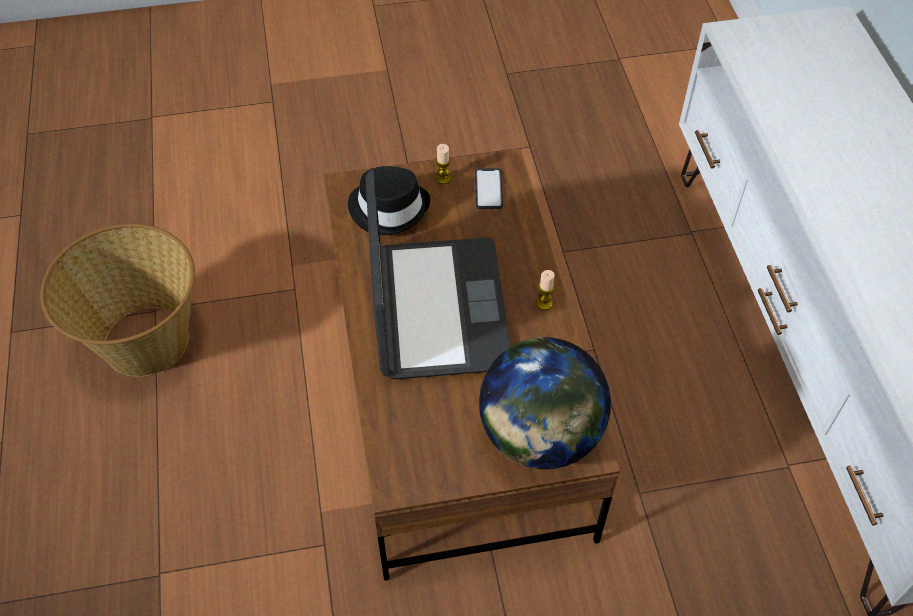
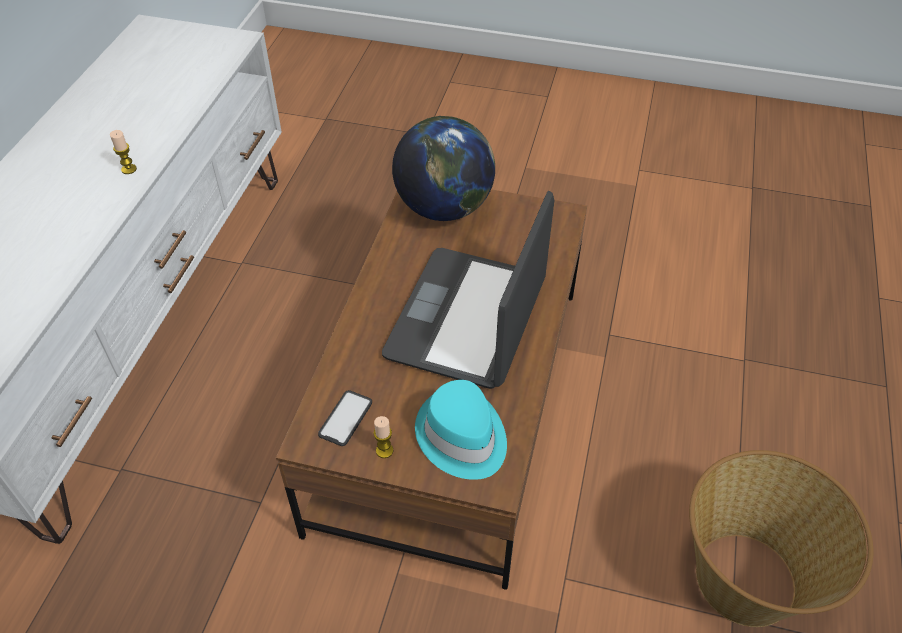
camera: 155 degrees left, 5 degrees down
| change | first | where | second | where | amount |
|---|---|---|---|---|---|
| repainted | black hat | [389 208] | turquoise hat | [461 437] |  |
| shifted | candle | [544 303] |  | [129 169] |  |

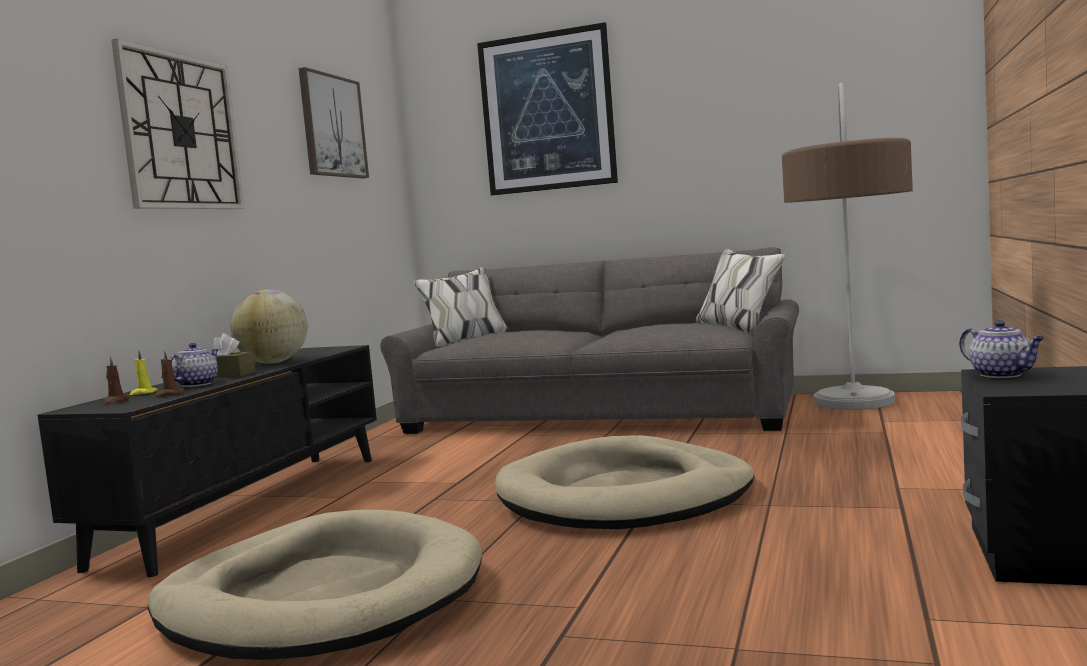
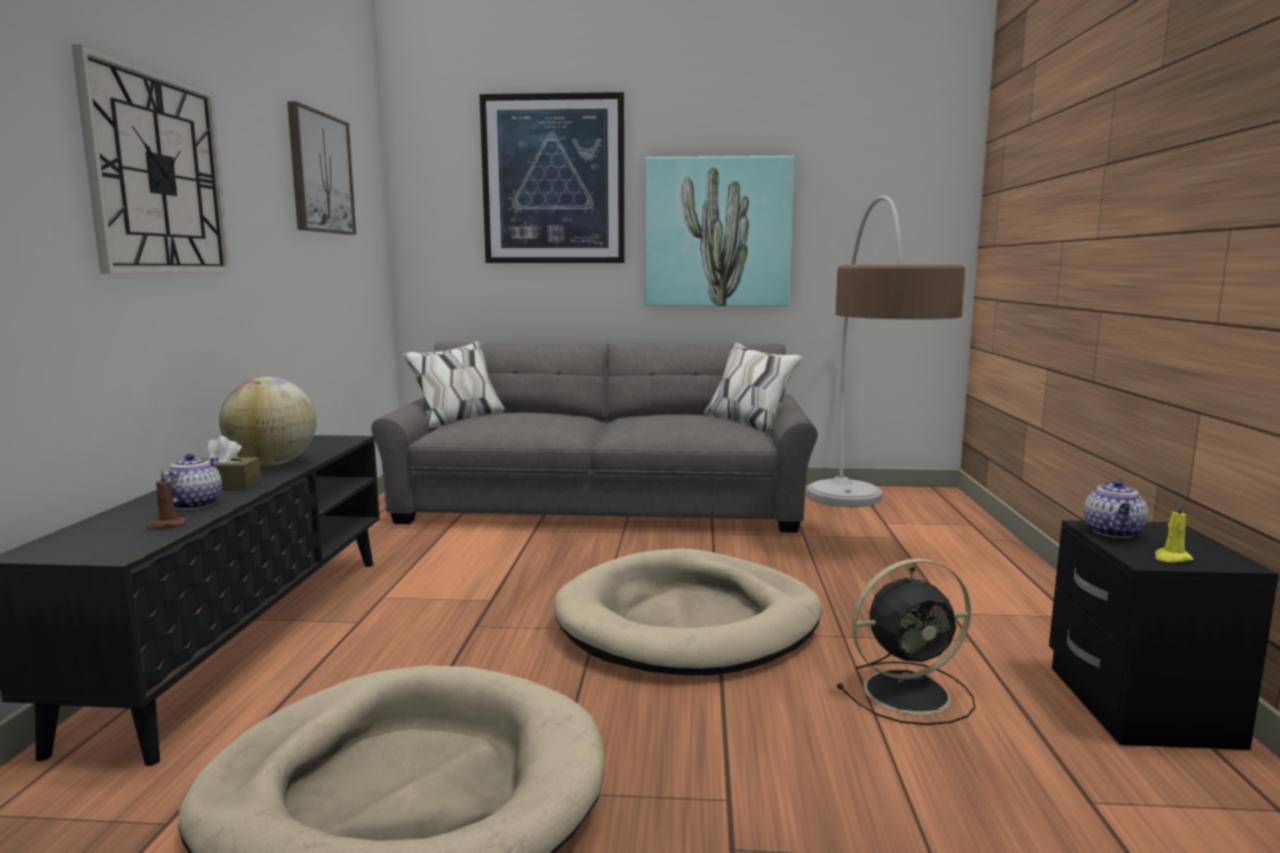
camera: 15 degrees left, 5 degrees up
| change | first | where | second | where | amount |
|---|---|---|---|---|---|
| gone | brown candle | [115 401] |  |  |  |
| shifted | yellow candle | [143 393] |  | [1171 558] |  |
| rotated | teapot | [1002 375] |  | [1114 532] | 60 degrees clockwise |
| new |  |  | picture | [717 233] |  |
| new |  |  | black fan | [910 692] |  |

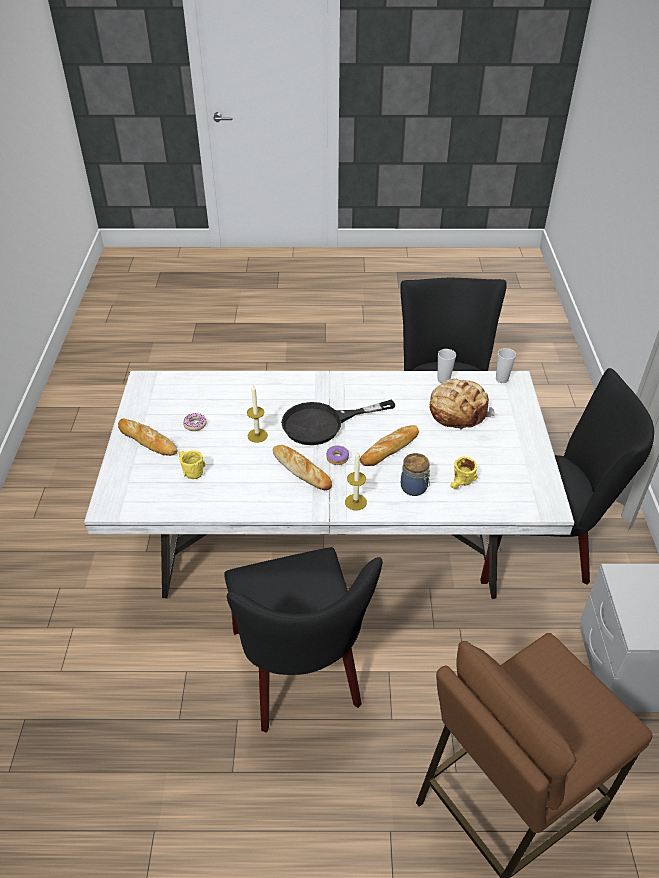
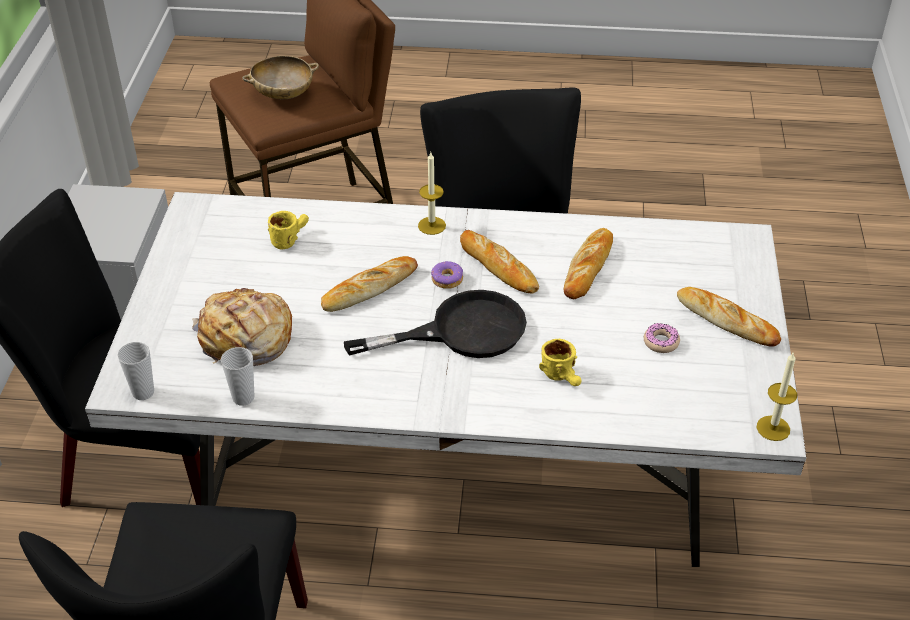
camera: 175 degrees left, 0 degrees up
| change | first | where | second | where | amount |
|---|---|---|---|---|---|
| shifted | yellow mug | [189 470] |  | [564 378] |  |
| shifted | candle | [257 435] |  | [773 428] |  |
| gone | jar | [414 488] |  |  |  |
| new |  |  | beige bowl | [283 94] |  |
| new |  |  | bread | [588 267] |  |

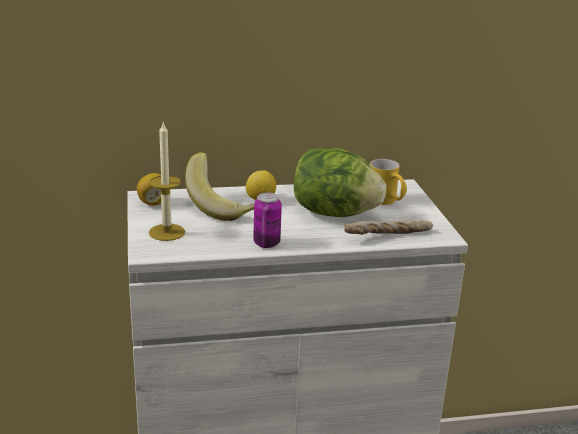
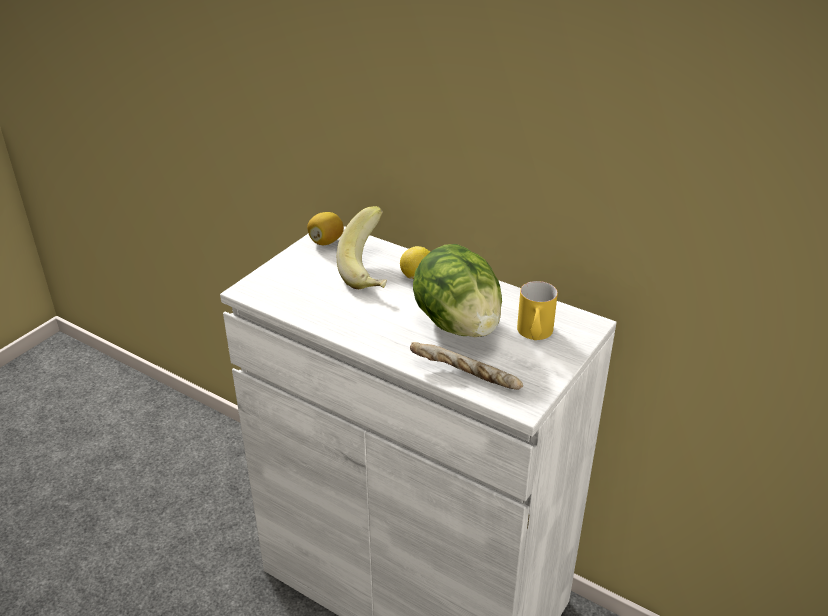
camera: 45 degrees right, 10 degrees up
| change | first | where | second | where | amount |
|---|---|---|---|---|---|
| gone | candle | [167 232] |  |  |  |
| gone | can | [266 243] |  |  |  |

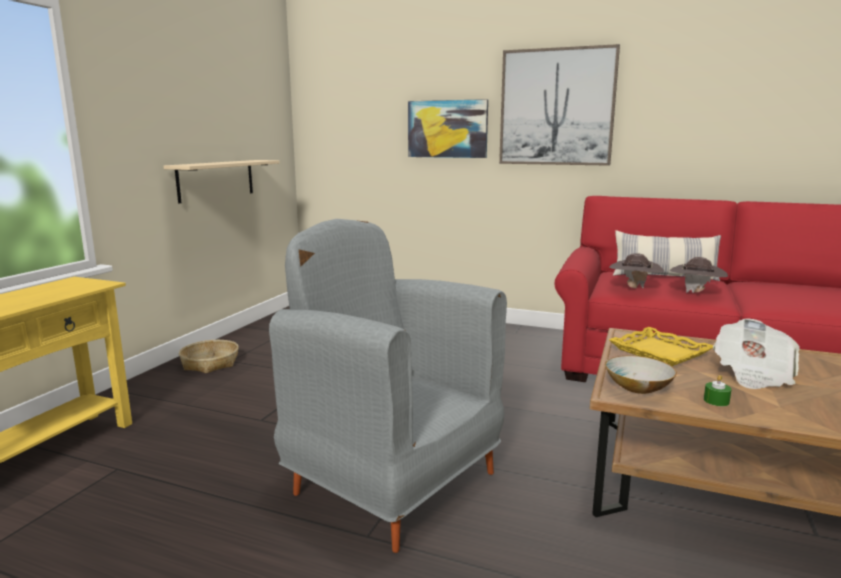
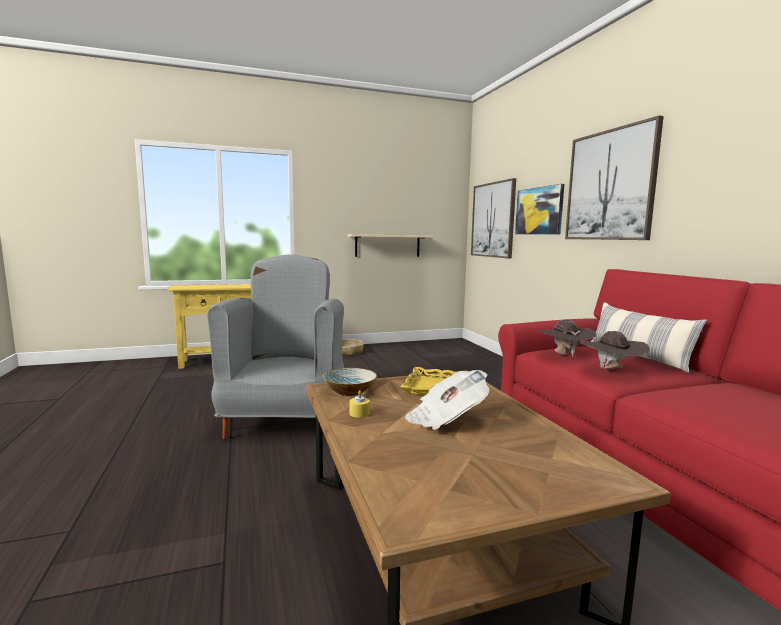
camera: 50 degrees right, 5 degrees down
| change | first | where | second | where | amount |
|---|---|---|---|---|---|
| repainted | green candle | [716 401] | yellow candle | [359 413] |  |
| new |  |  | picture | [493 220] |  |

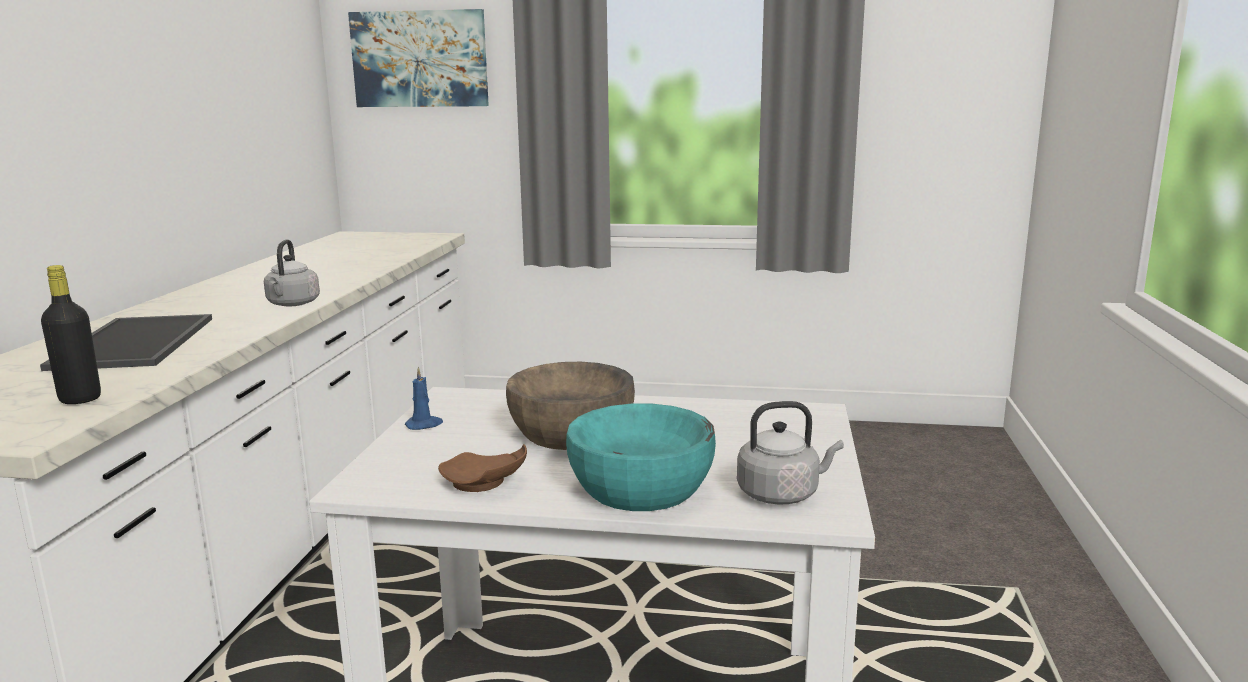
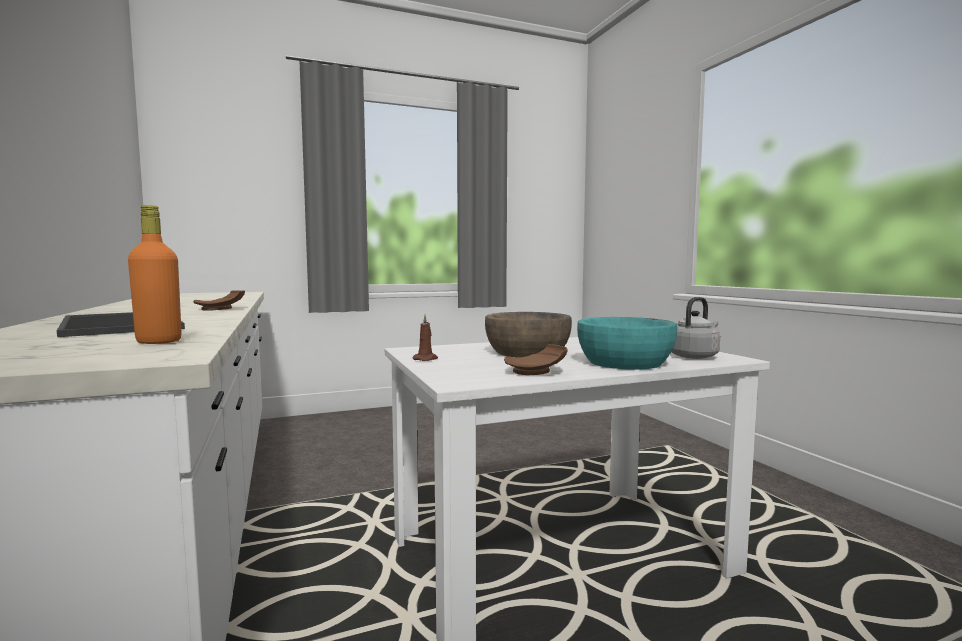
camera: 30 degrees left, 10 degrees down
| change | first | where | second | where | amount |
|---|---|---|---|---|---|
| repainted | black bottle | [80 399] | orange bottle | [159 341] |  |
| swapped | grey kettle | [292 304] | brown plate | [221 309] |  |
| gone | picture | [420 59] |  |  |  |
| repainted | blue candle | [424 425] | brown candle | [426 359] |  |

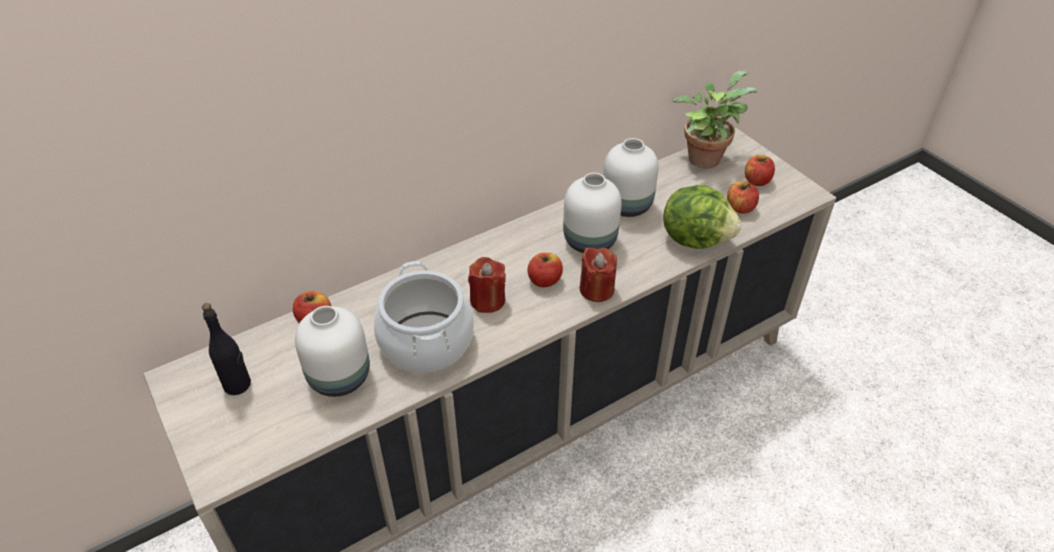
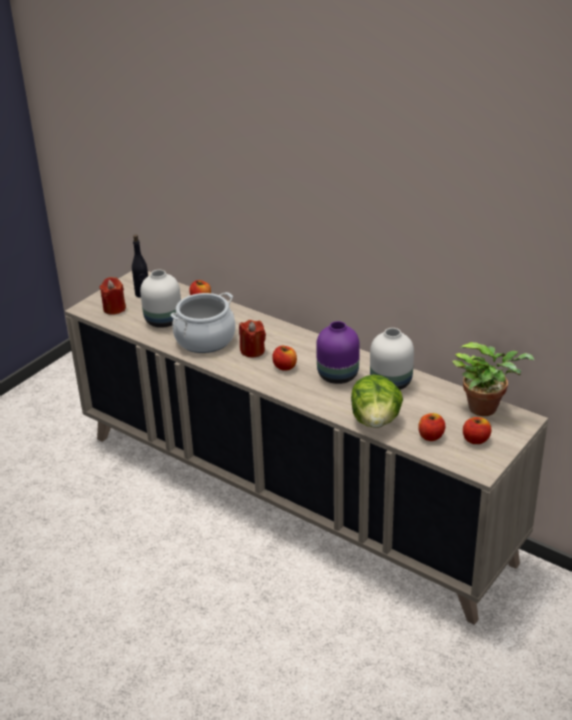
camera: 70 degrees right, 10 degrees down
| change | first | where | second | where | amount |
|---|---|---|---|---|---|
| repainted | white vase | [591 241] | purple vase | [337 376] |  |
| shifted | red candle | [596 289] |  | [114 308] |  |

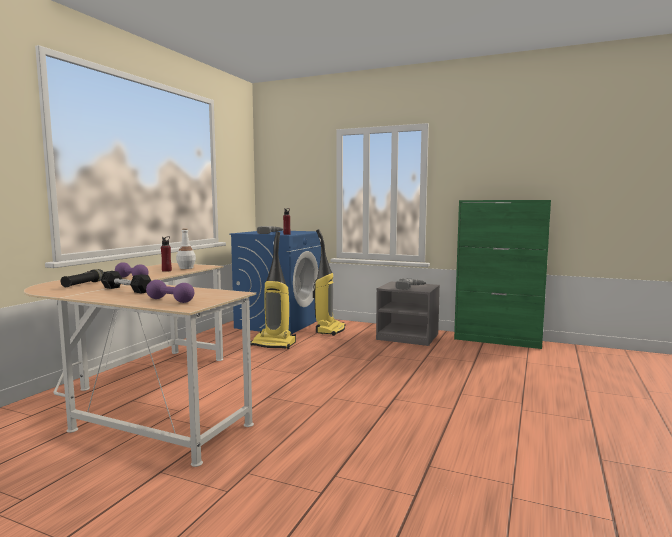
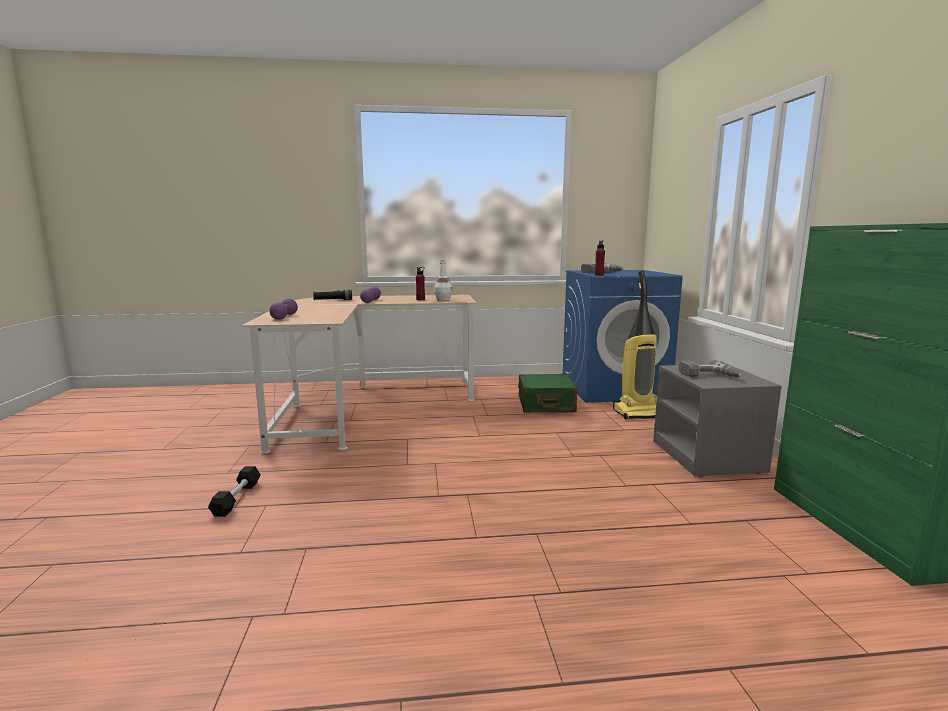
camera: 60 degrees right, 5 degrees up
| change | first | where | second | where | amount |
|---|---|---|---|---|---|
| shifted | black dumbbell | [126 290] |  | [237 498] |  |
| swapped | vacuum cleaner | [274 344] | green suitcase | [545 405] |  |

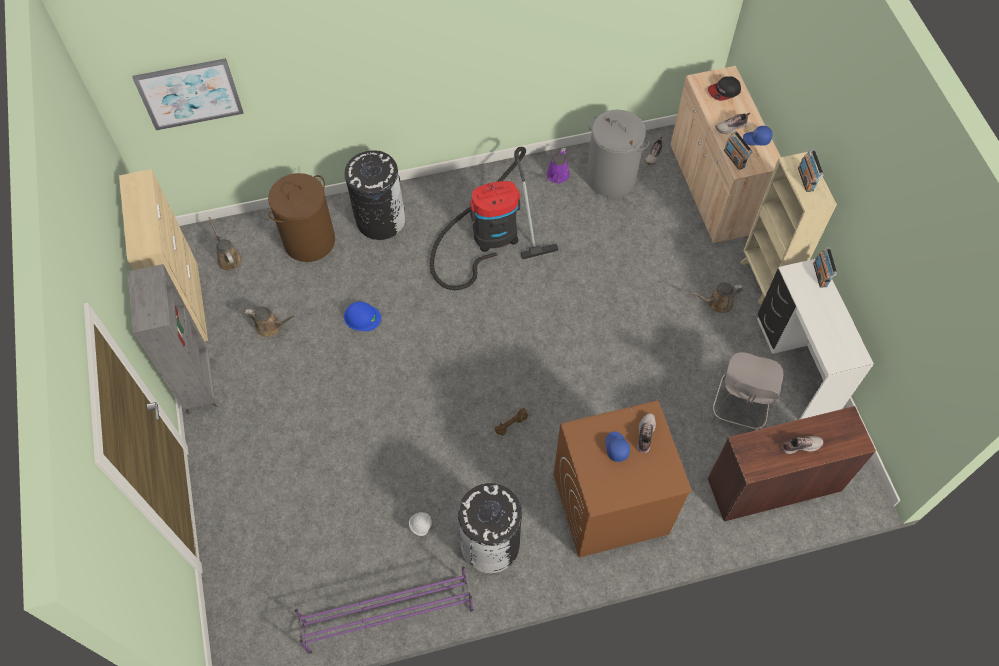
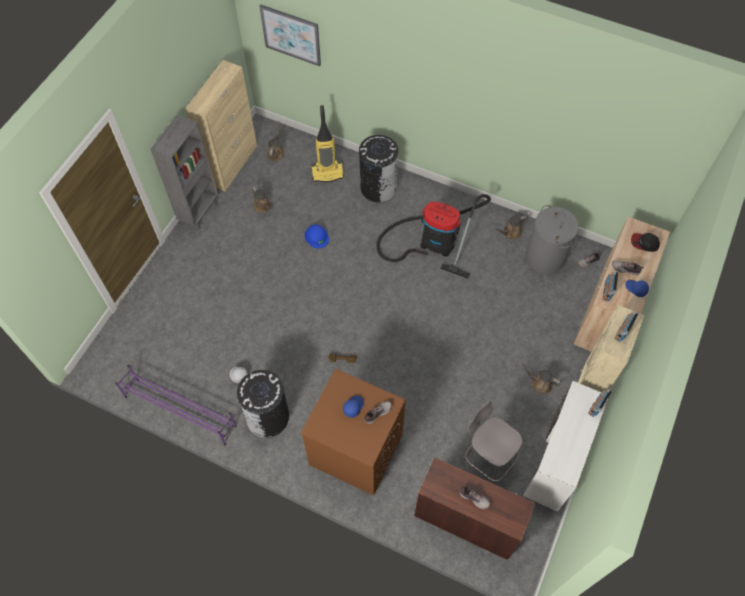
camera: 40 degrees right, 0 degrees up
| change | first | where | second | where | amount |
|---|---|---|---|---|---|
| swapped | brown laundry basket | [309 240] | vacuum cleaner | [327 172] |  |
| repainted | purple watering can | [557 176] | brown watering can | [510 233] |  |
| rotated | grey chair | [738 411] |  | [488 458] | 75 degrees clockwise |

